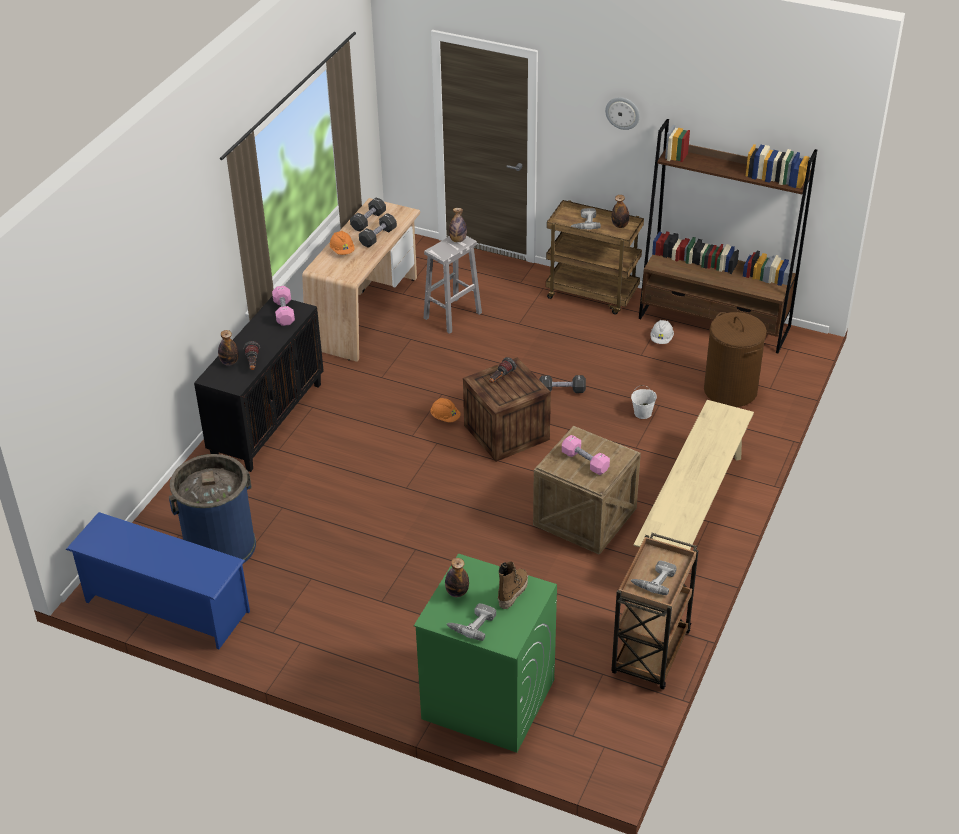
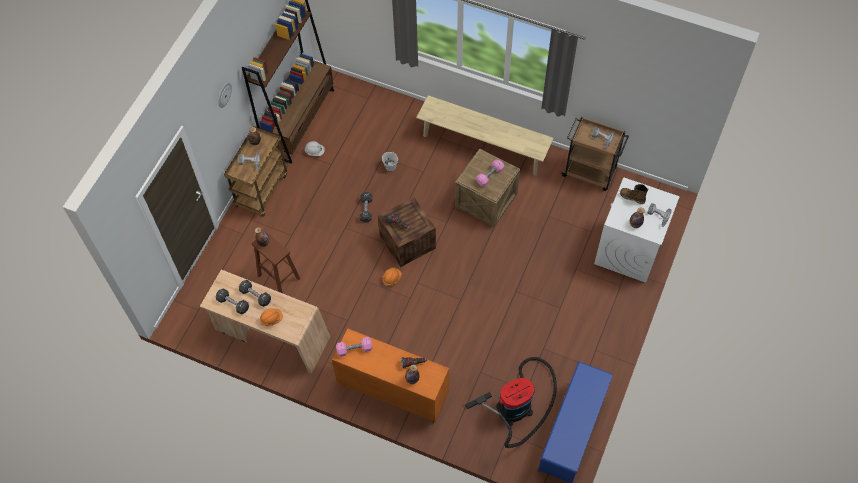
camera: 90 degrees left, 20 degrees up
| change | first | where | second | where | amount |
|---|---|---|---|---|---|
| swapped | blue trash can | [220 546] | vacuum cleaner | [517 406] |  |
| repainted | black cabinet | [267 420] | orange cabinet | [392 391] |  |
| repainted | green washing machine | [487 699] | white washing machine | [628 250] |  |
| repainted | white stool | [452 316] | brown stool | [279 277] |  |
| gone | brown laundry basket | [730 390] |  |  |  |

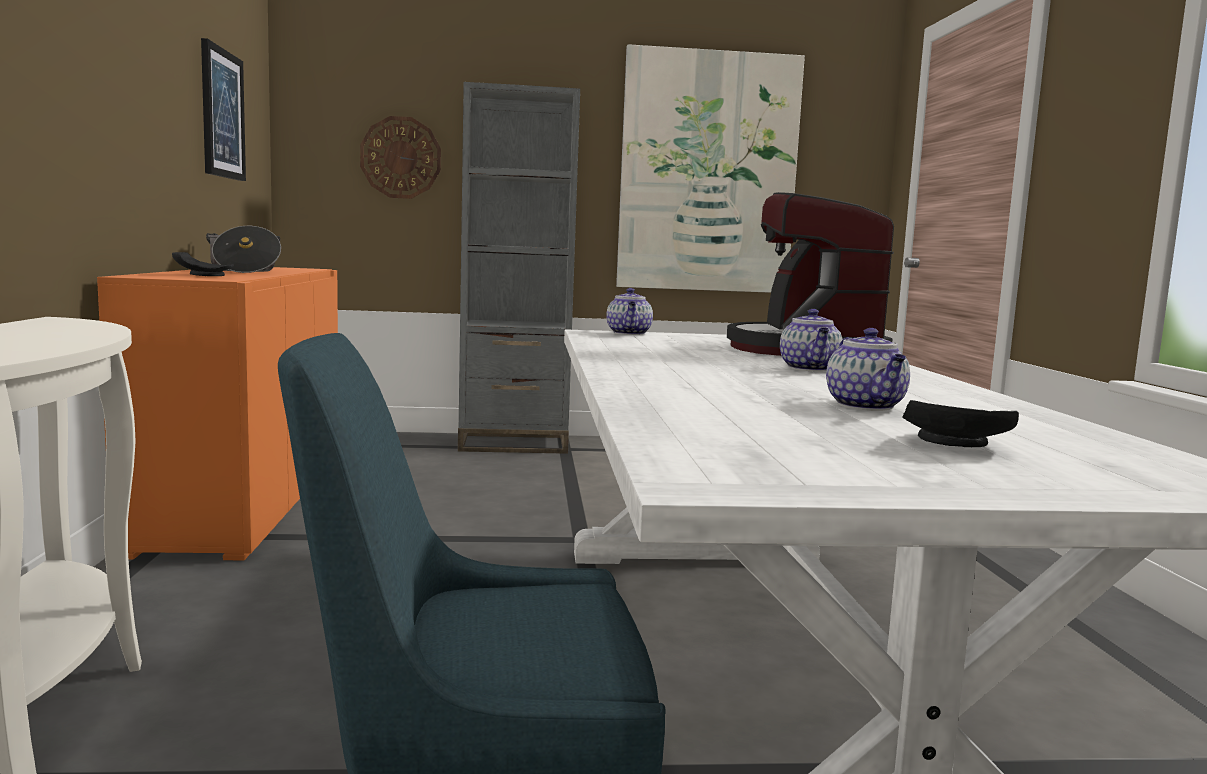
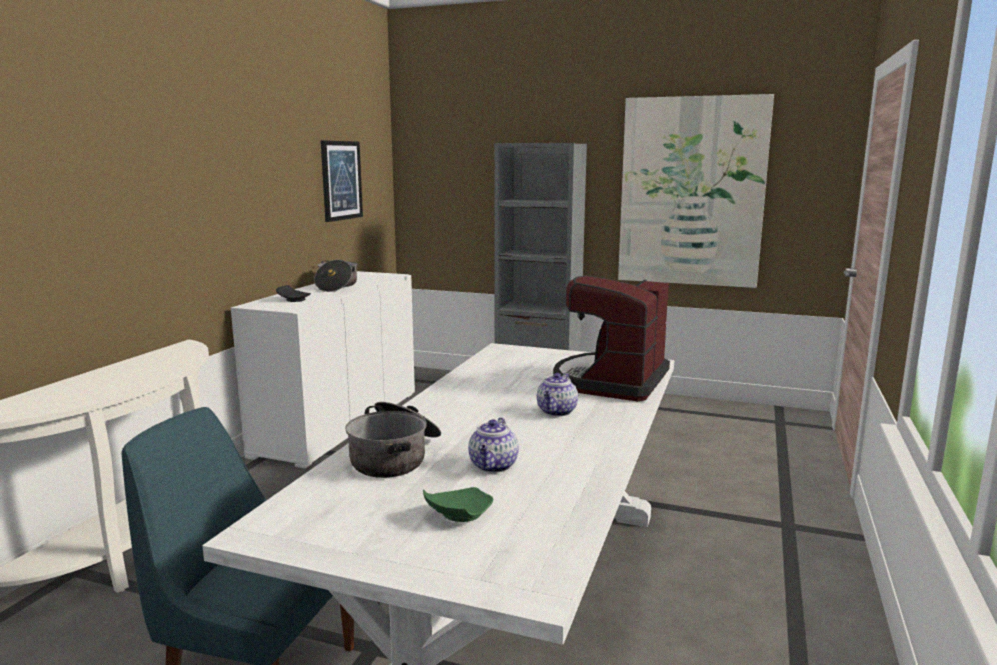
camera: 25 degrees right, 5 degrees up
| change | first | where | second | where | amount |
|---|---|---|---|---|---|
| repainted | orange cabinet | [247 500] | white cabinet | [339 423] |  |
| gone | wall clock | [401 157] |  |  |  |
| gone | teapot | [629 333] |  |  |  |
| repainted | black plate | [951 443] | green plate | [457 515] |  |
| new |  |  | cooking pot | [396 457] |  |

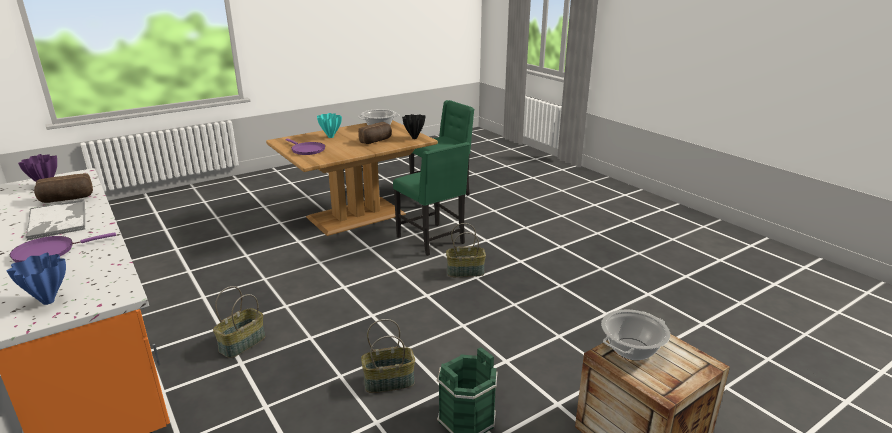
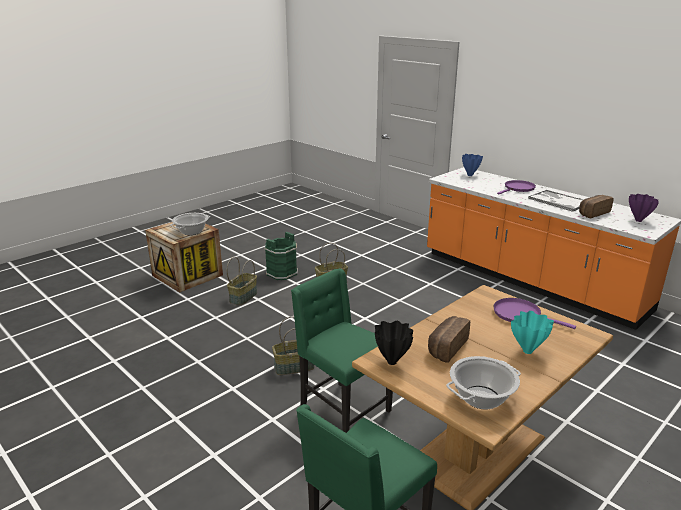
camera: 170 degrees right, 0 degrees up
| change | first | where | second | where | amount |
|---|---|---|---|---|---|
| shifted | basket | [242 344] |  | [243 297] |  |

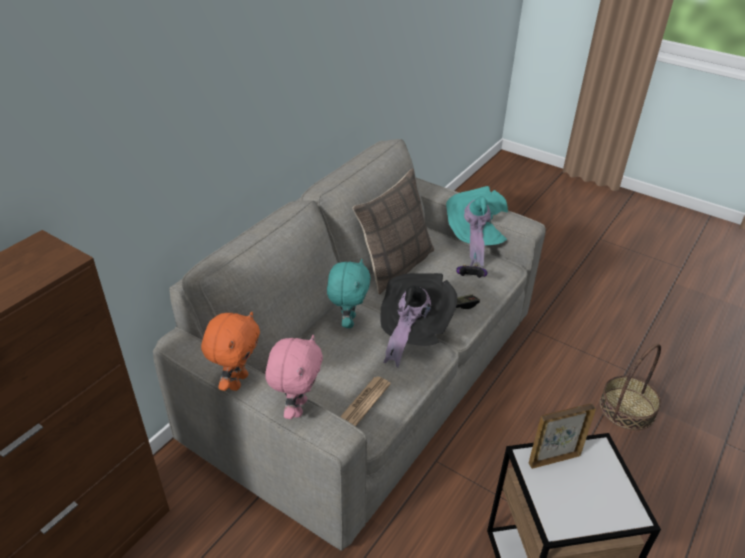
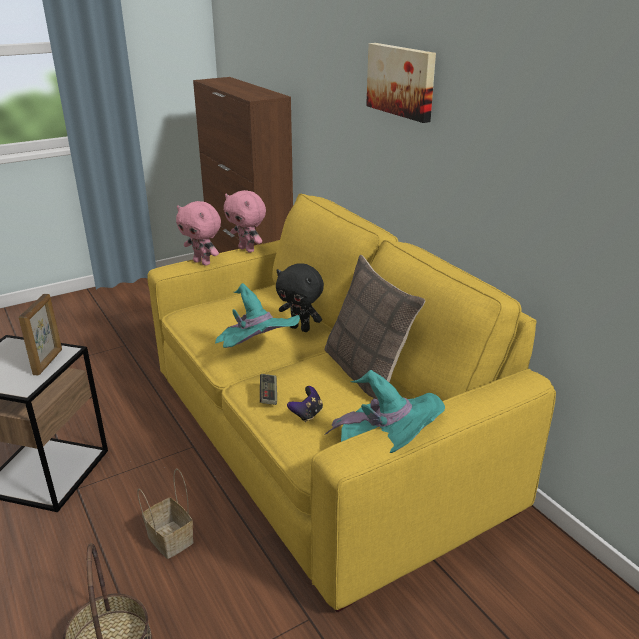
camera: 115 degrees right, 10 degrees down
| change | first | where | second | where | amount |
|---|---|---|---|---|---|
| repainted | grey sofa | [369 375] | yellow sofa | [321 437] |  |
| repainted | orange plush toy | [237 381] | pink plush toy | [247 249] |  |
| repainted | turquoise plush toy | [348 321] | black plush toy | [300 328] |  |
| gone | newspaper | [364 402] |  |  |  |
| repainted | black hat | [412 332] | turquoise hat | [256 353] |  |
| new |  |  | basket | [168 539] |  |
| new |  |  | picture | [402 81] |  |

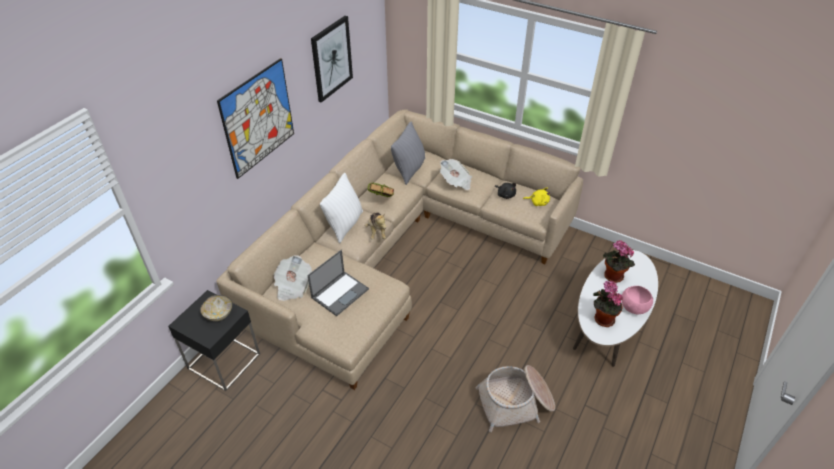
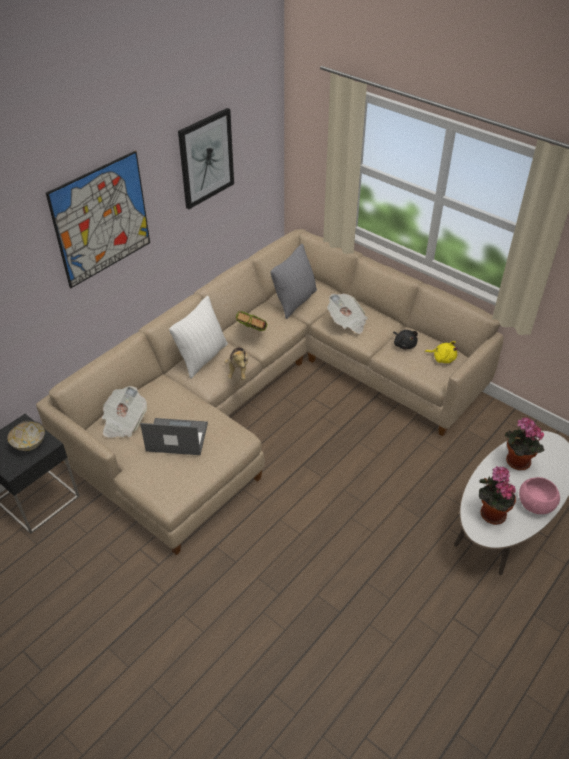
camera: 10 degrees right, 0 degrees up
| change | first | where | second | where | amount |
|---|---|---|---|---|---|
| rotated | laptop | [340 293] |  | [176 437] | 135 degrees counterclockwise |
| gone | basket | [516 403] |  |  |  |

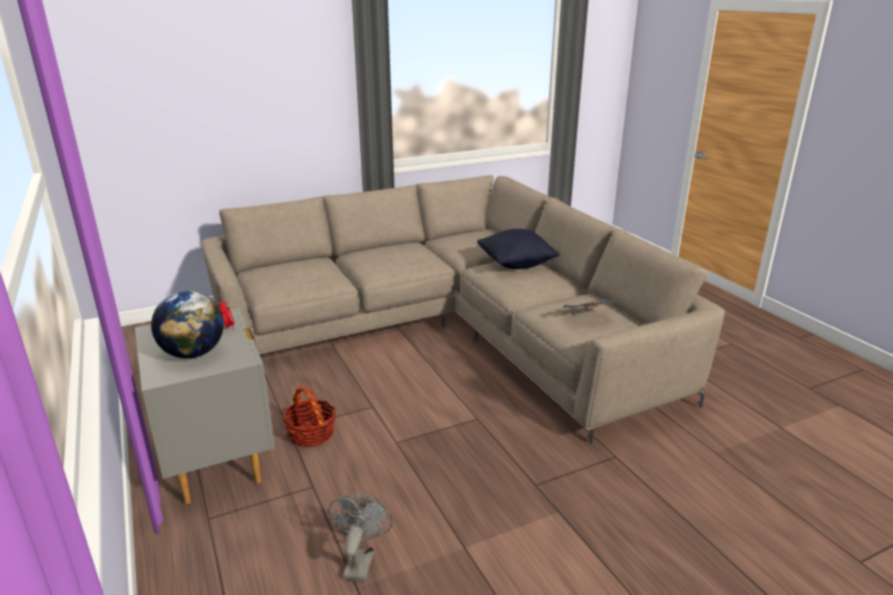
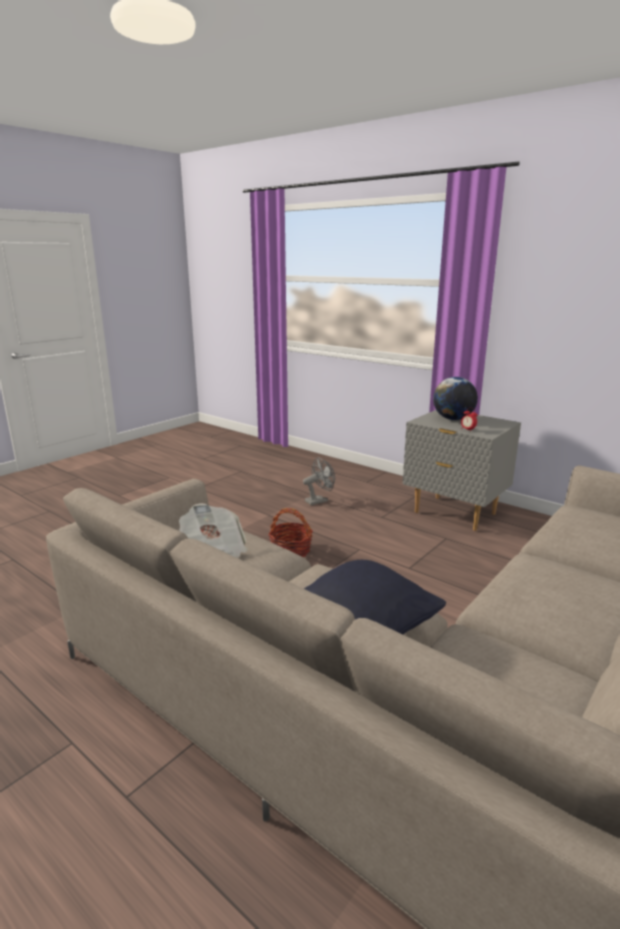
camera: 155 degrees right, 5 degrees down
| change | first | where | second | where | amount |
|---|---|---|---|---|---|
| shifted | basket | [311 434] |  | [291 550] |  |
| rotated | grey fan | [360 560] |  | [319 500] | 105 degrees counterclockwise |

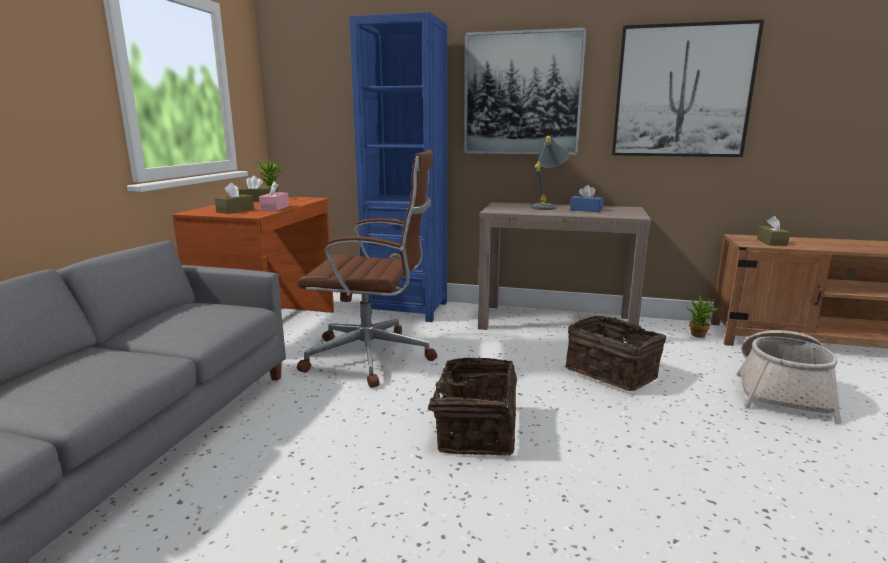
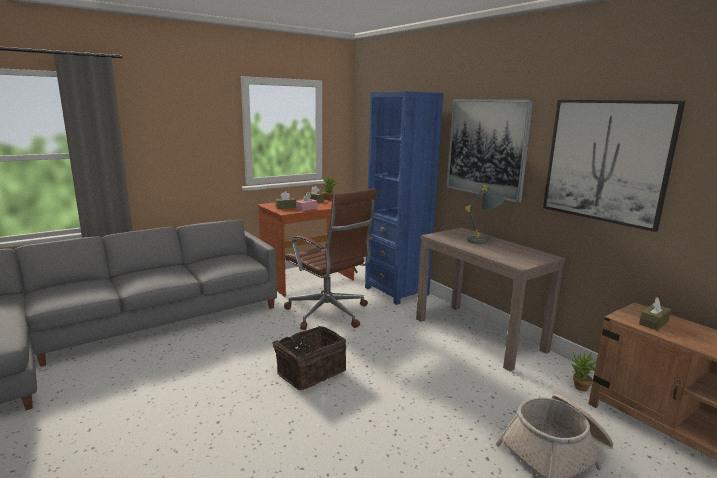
camera: 40 degrees right, 0 degrees up
| change | first | where | second | where | amount |
|---|---|---|---|---|---|
| gone | basket | [612 372] |  |  |  |
| gone | blue tissue box | [586 210] |  |  |  |

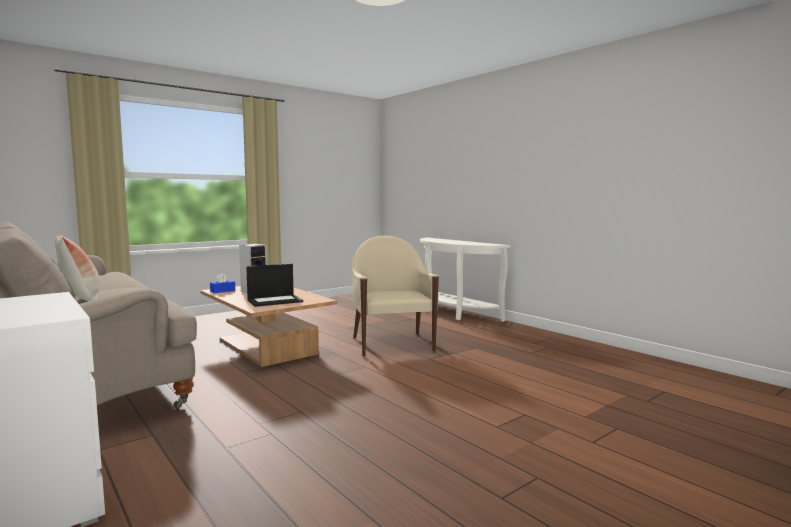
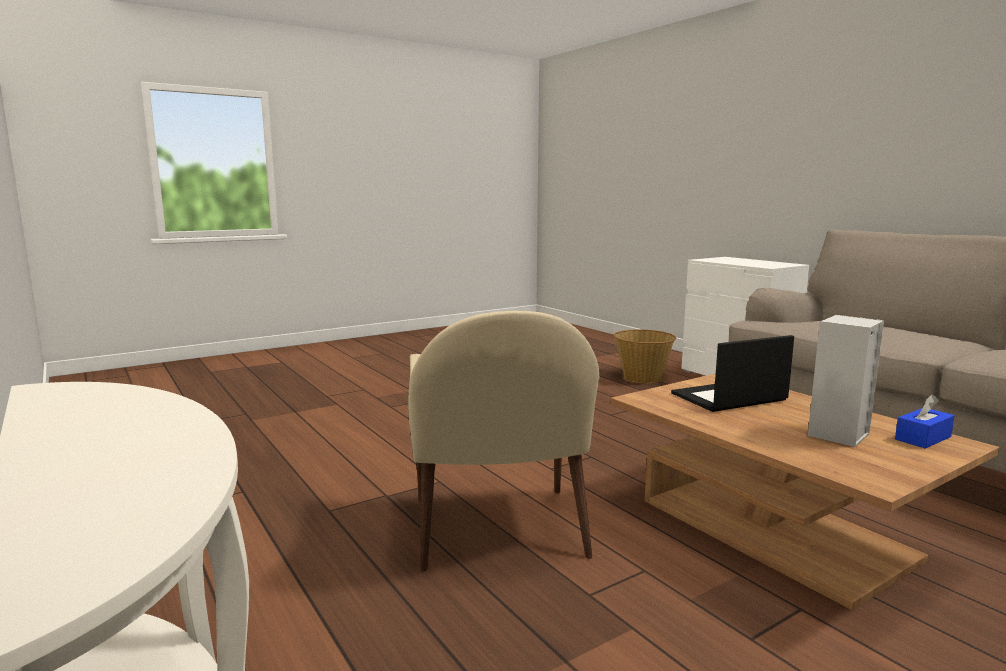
camera: 175 degrees left, 5 degrees up
| change | first | where | second | where | amount |
|---|---|---|---|---|---|
| gone | pillow | [81 300] |  |  |  |
| new |  |  | basket | [642 378] |  |

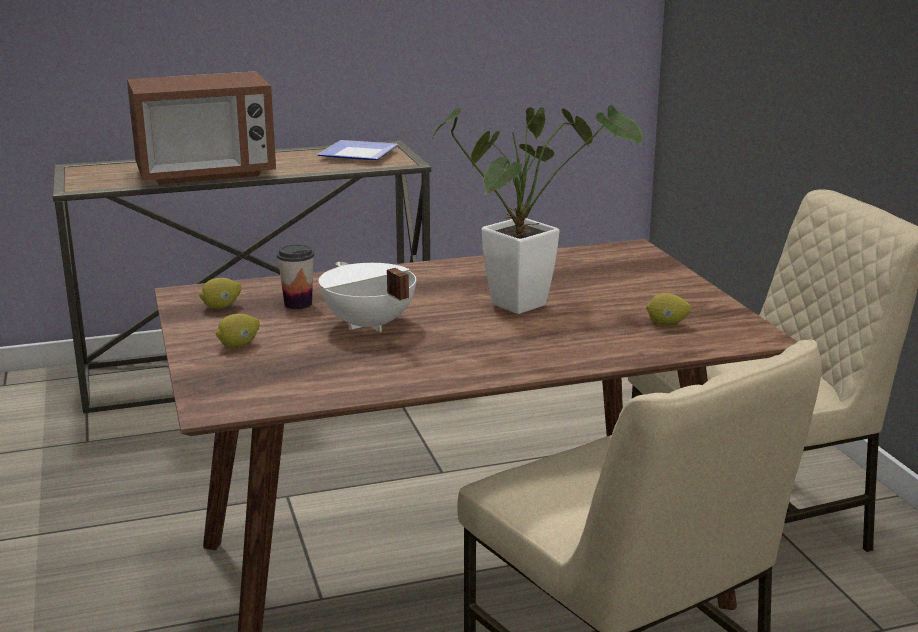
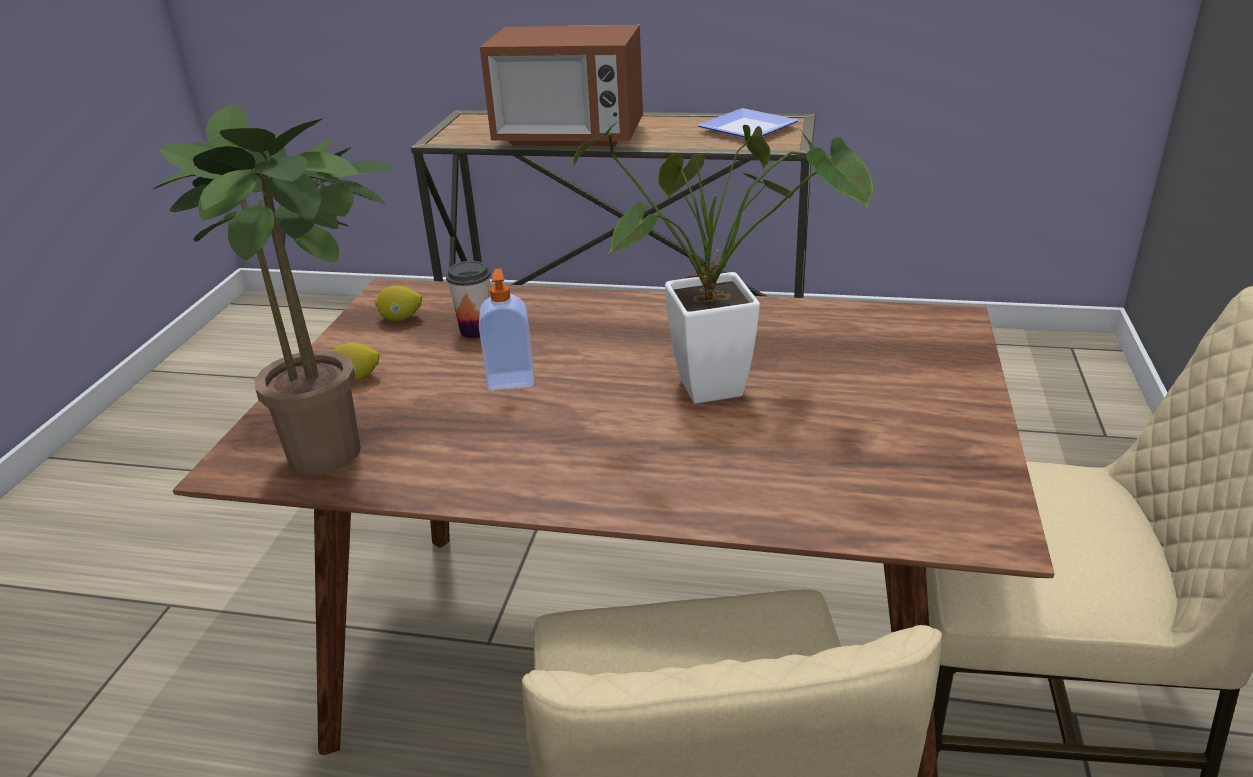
camera: 30 degrees right, 10 degrees up
| change | first | where | second | where | amount |
|---|---|---|---|---|---|
| swapped | white cooking pot | [368 325] | soap dispenser | [511 380] |  |
| gone | lemon | [666 324] |  |  |  |
| new |  |  | potted plant | [337 453] |  |

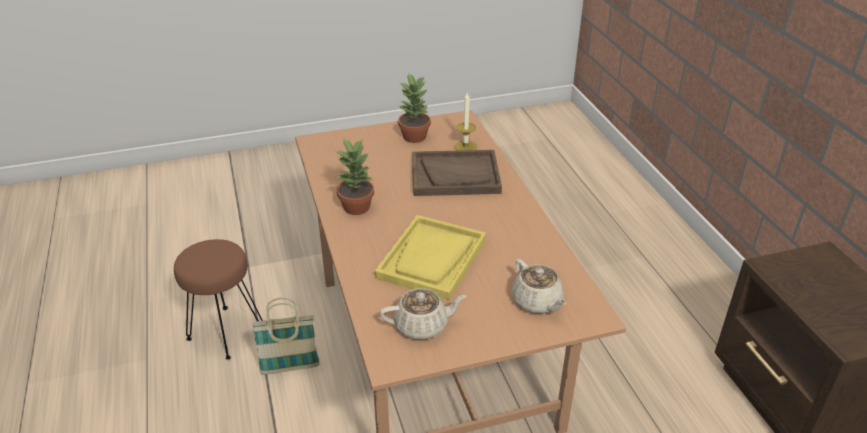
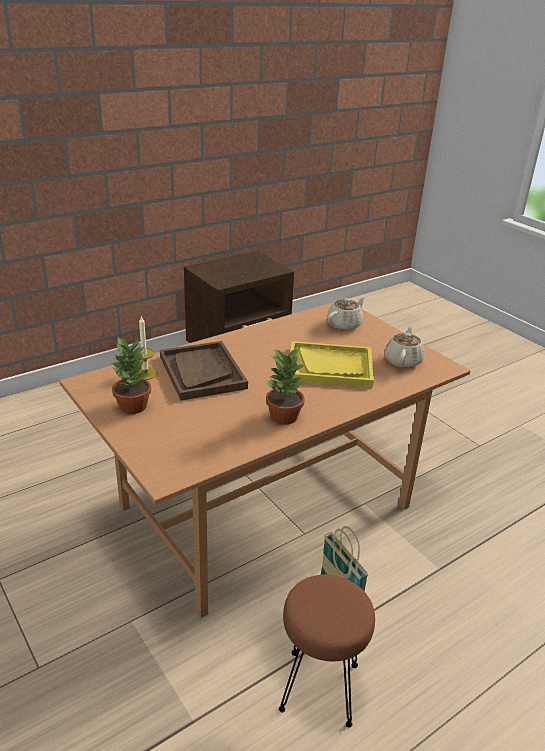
camera: 110 degrees left, 5 degrees down
| change | first | where | second | where | amount |
|---|---|---|---|---|---|
| rotated | beige teapot | [422 326] |  | [403 360] | 45 degrees clockwise |

